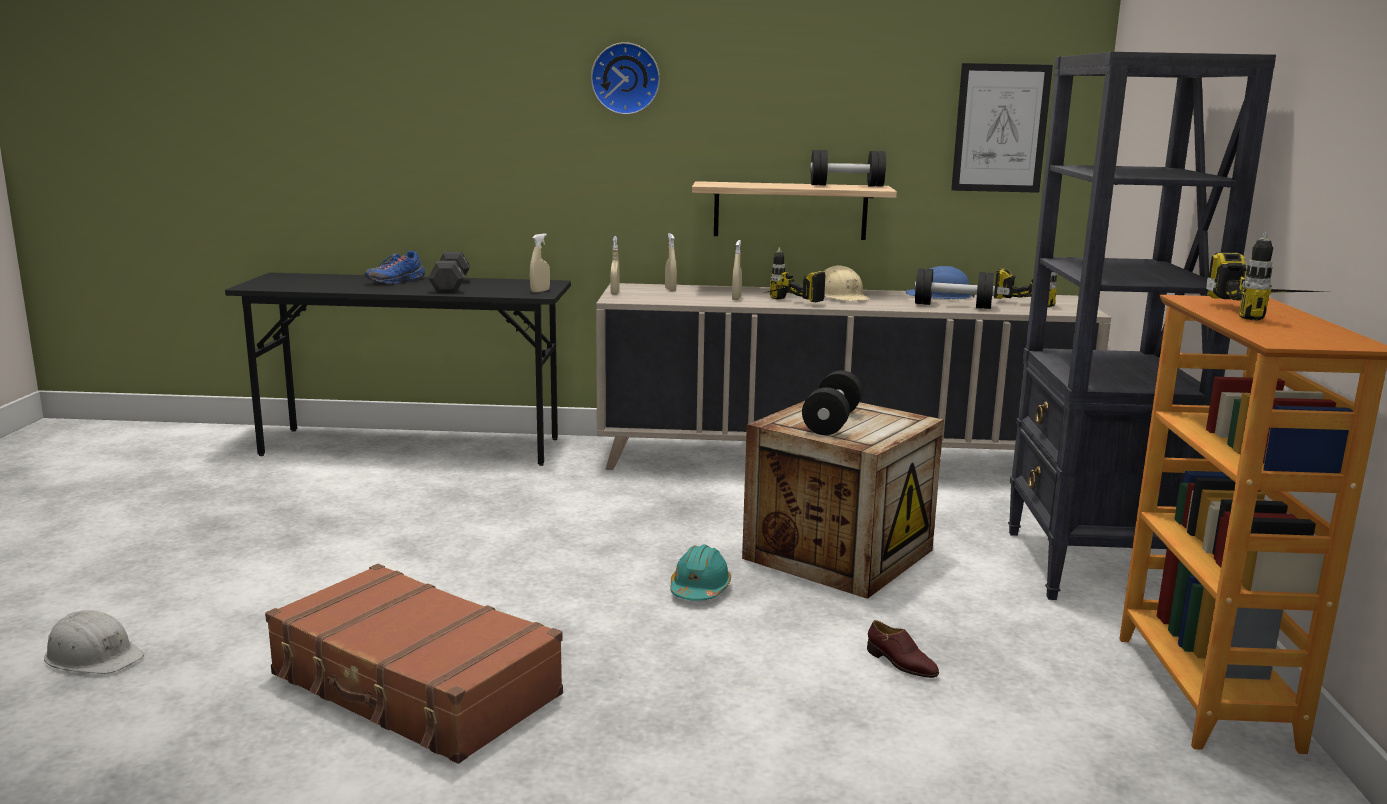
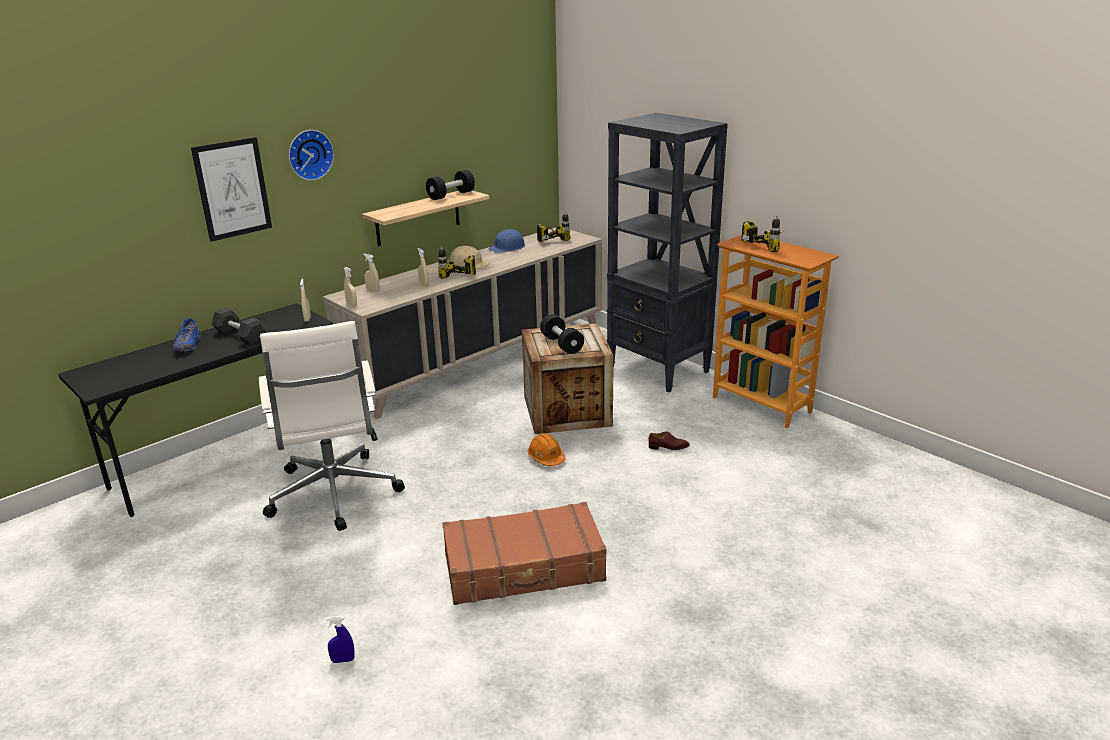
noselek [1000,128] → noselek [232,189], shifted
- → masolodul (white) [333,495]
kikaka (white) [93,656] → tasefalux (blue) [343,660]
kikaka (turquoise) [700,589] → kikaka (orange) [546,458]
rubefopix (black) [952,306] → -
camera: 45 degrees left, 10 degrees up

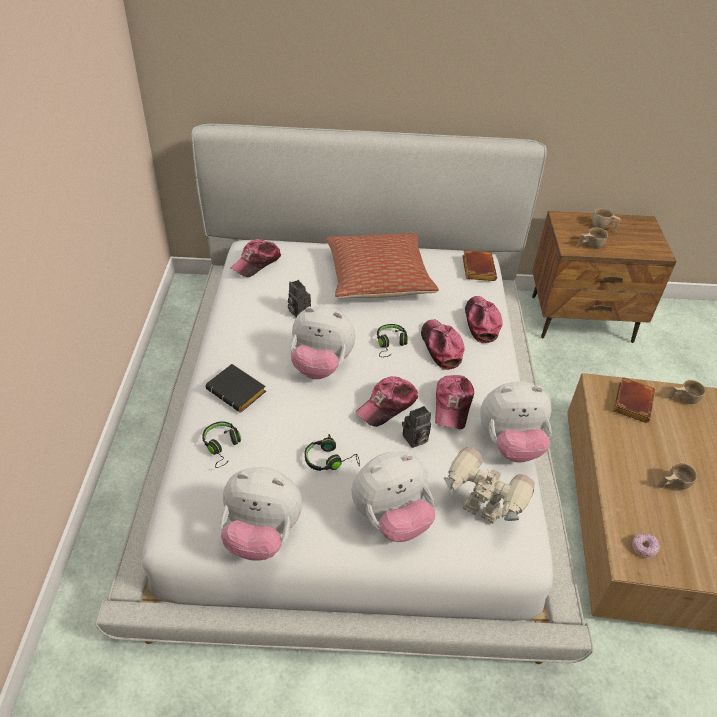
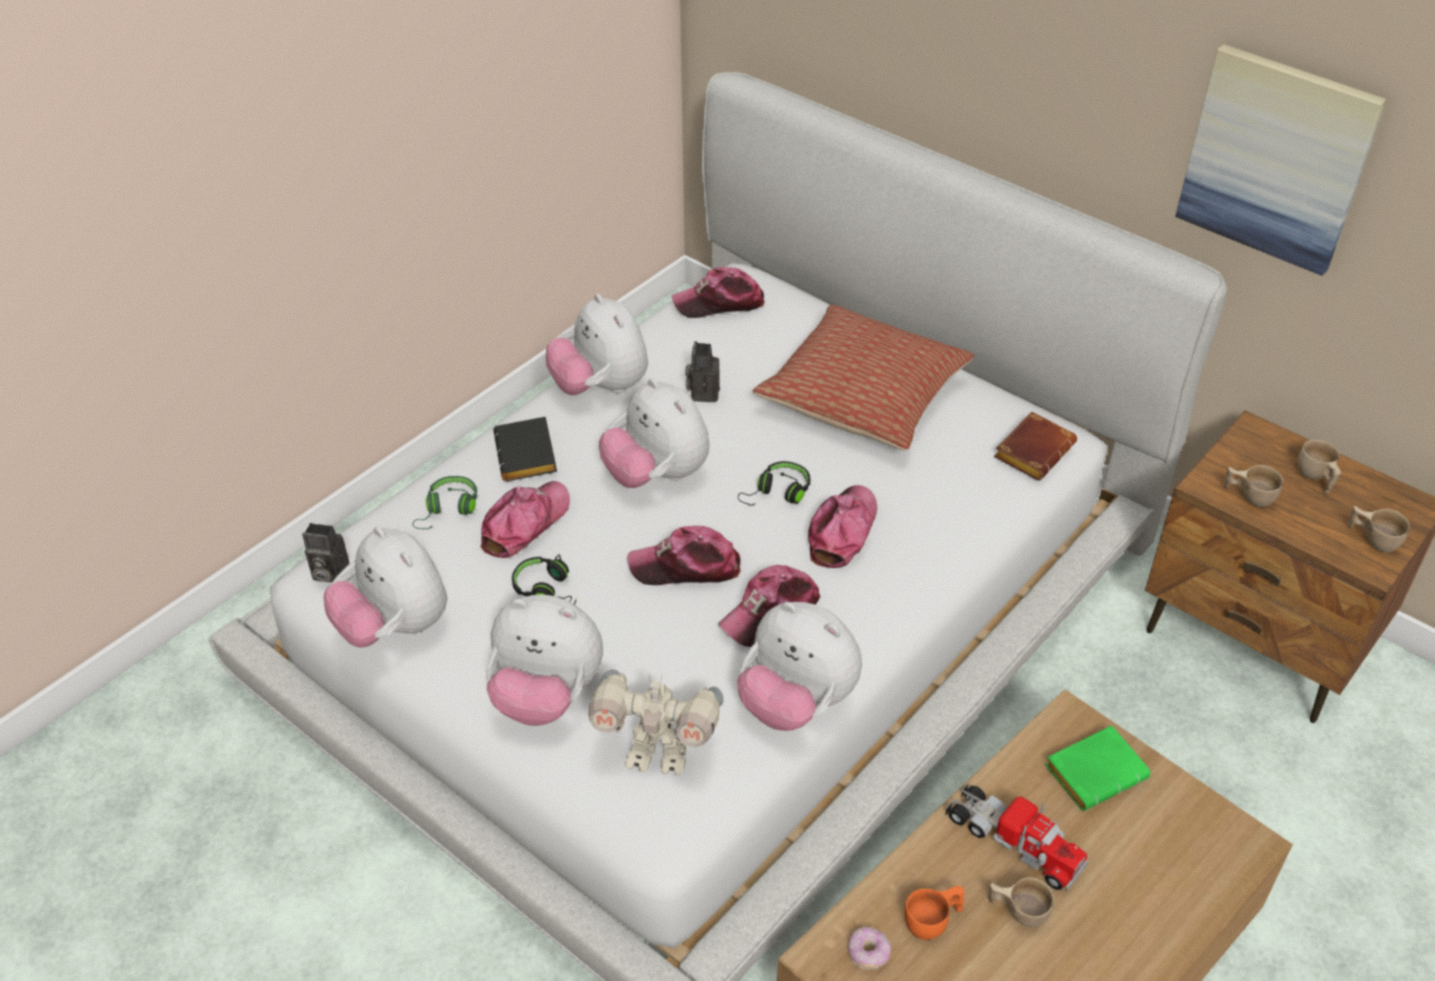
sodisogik [415,440] → sodisogik [328,573], shifted
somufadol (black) [222,447] → somufadol (green) [448,510]
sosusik [481,322] → sosusik [525,524], shifted
- → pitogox [600,387]
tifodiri [480,513] → tifodiri [657,755], 120 degrees clockwise
- → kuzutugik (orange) [933,922]
- → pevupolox [1013,842]
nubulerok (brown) [631,402] → nubulerok (green) [1096,771]
- → noselek [1276,159]
kuzutugik (beige) [683,399] → kuzutugik (beige) [1372,539], shifted
camera: 40 degrees right, 0 degrees up

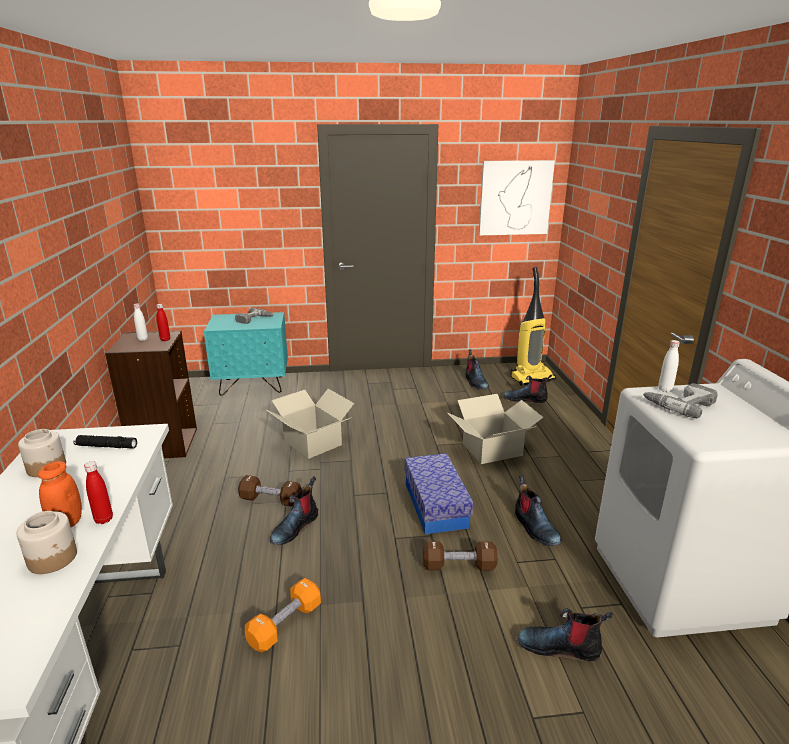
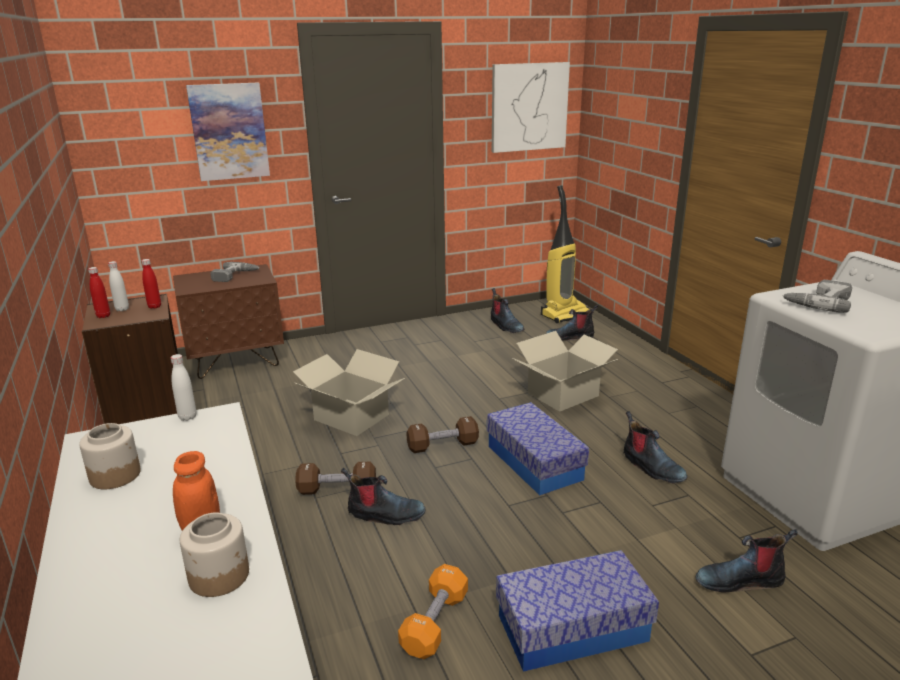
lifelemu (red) [104,519] → lifelemu (red) [103,316], shifted
lifelemu (white) [665,390] → lifelemu (white) [187,417], shifted
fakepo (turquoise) [253,386] → fakepo (brown) [236,362]
- → noselek [229,131]
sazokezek [295,527] → sazokezek [384,515], 105 degrees counterclockwise
rubefopix (brown) [459,566] → rubefopix (brown) [442,445], shifted
- → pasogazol [572,628]
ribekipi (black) [106,446] → -
camera: 15 degrees left, 0 degrees up

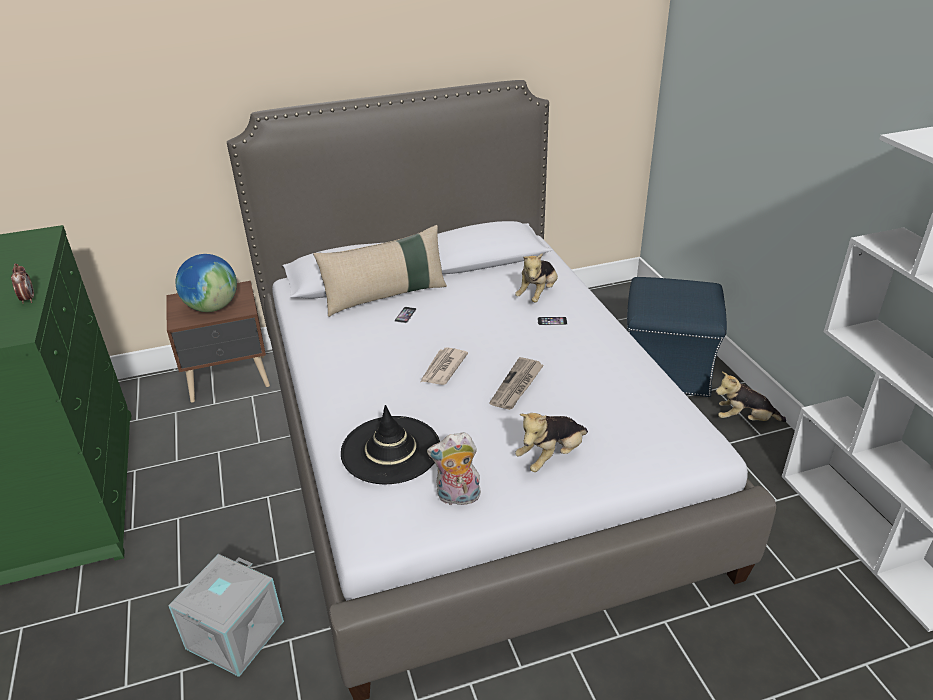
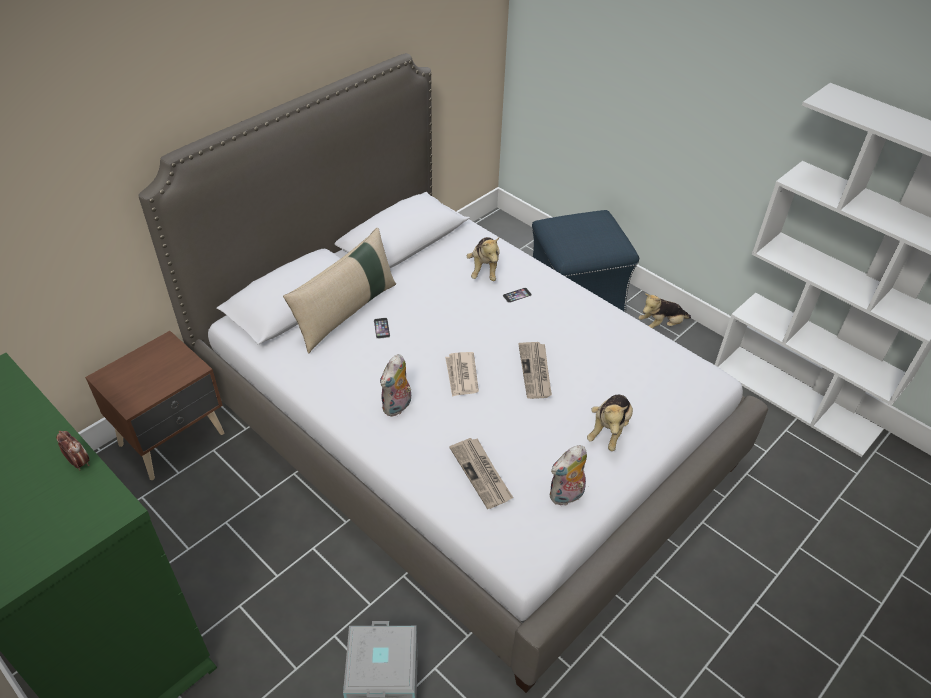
- → pitogox [397,407]
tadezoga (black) [391,450] → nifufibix [481,474]
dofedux [212,307] → -
camera: 30 degrees left, 10 degrees up

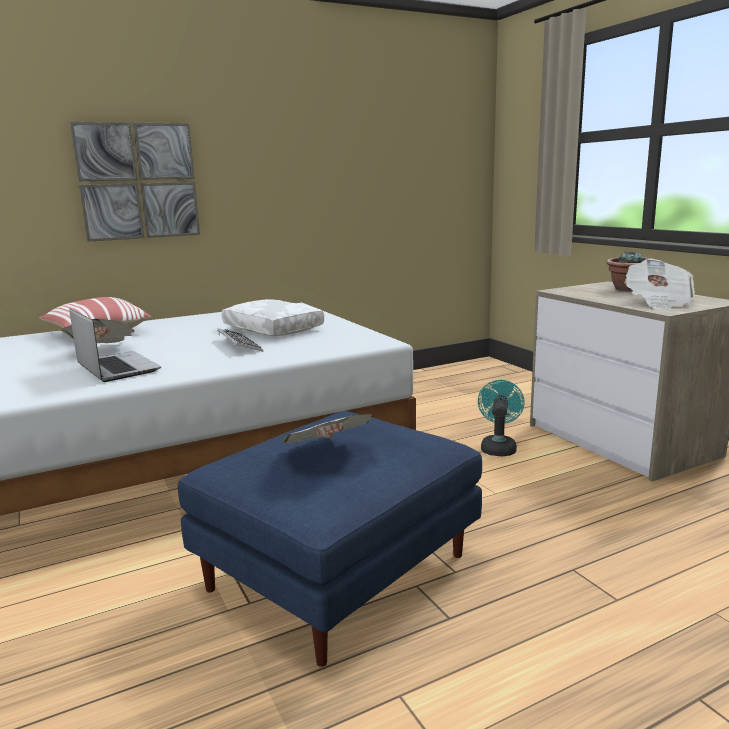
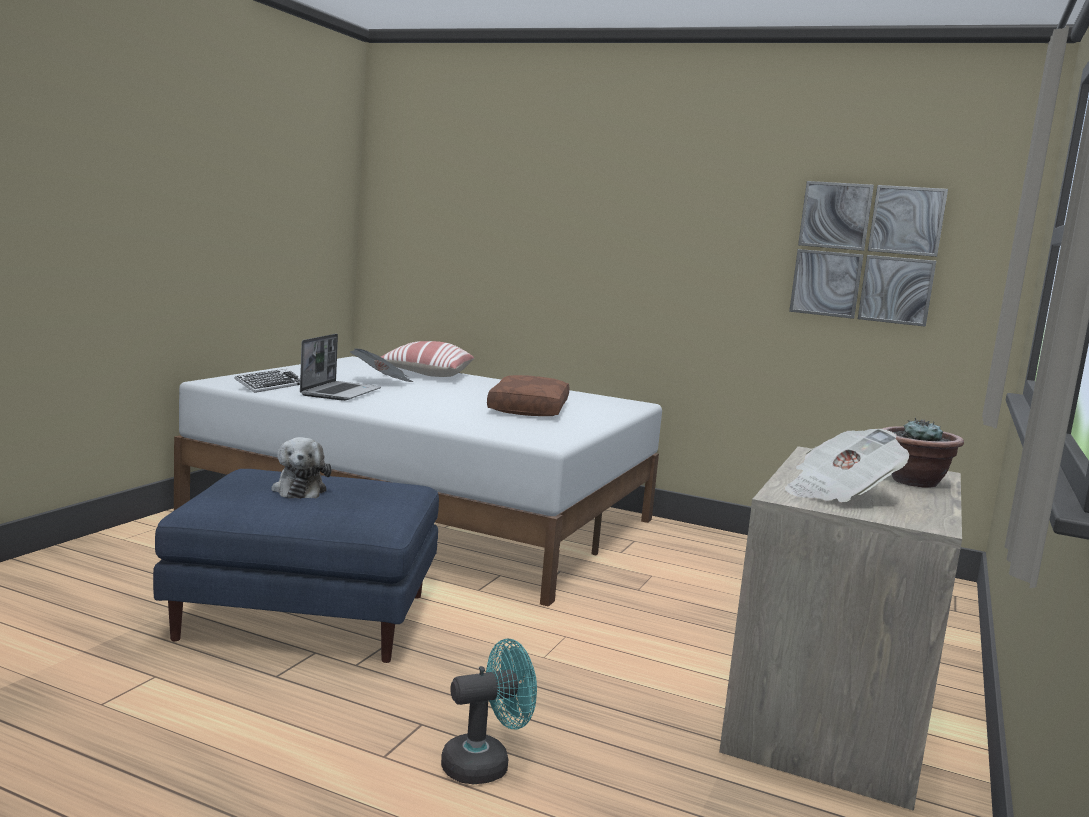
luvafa [239,345] → luvafa [270,386], shifted
nifufibix [327,453] → pitogox [300,489]
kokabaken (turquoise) [498,447] → kokabaken (turquoise) [485,764], shifted
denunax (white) [271,329] → denunax (brown) [527,408]
noselek [138,181] → noselek [865,252], shifted
camera: 50 degrees right, 5 degrees down

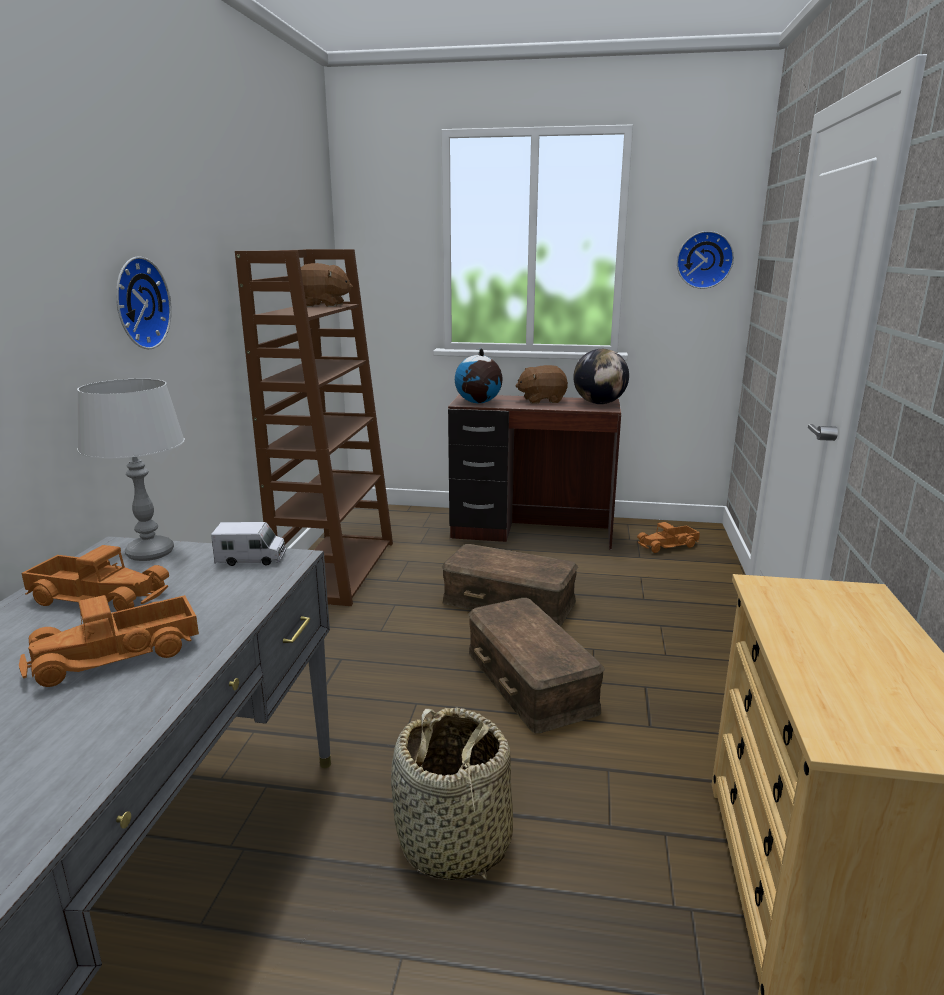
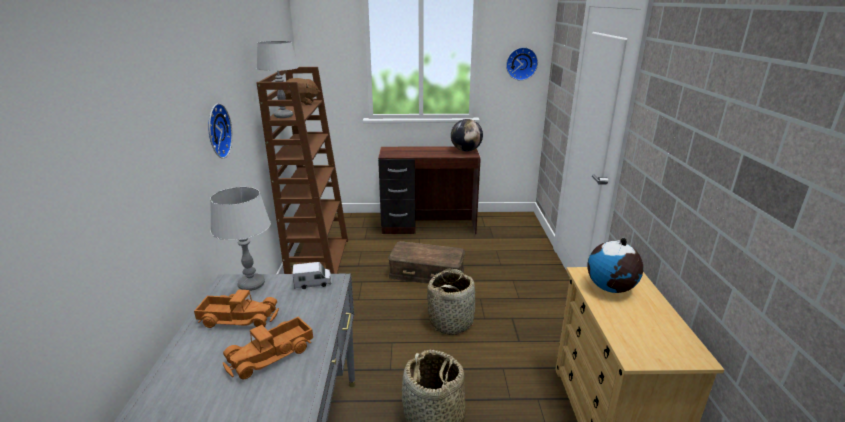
- → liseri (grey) [283,116]
pasogazol (brown) [531,680] → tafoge [451,321]
dofedux [478,402] → dofedux [611,288], shifted
pitogox (brown) [542,400] → -
pevupolox [668,545] → -
camera: 10 degrees left, 5 degrees up

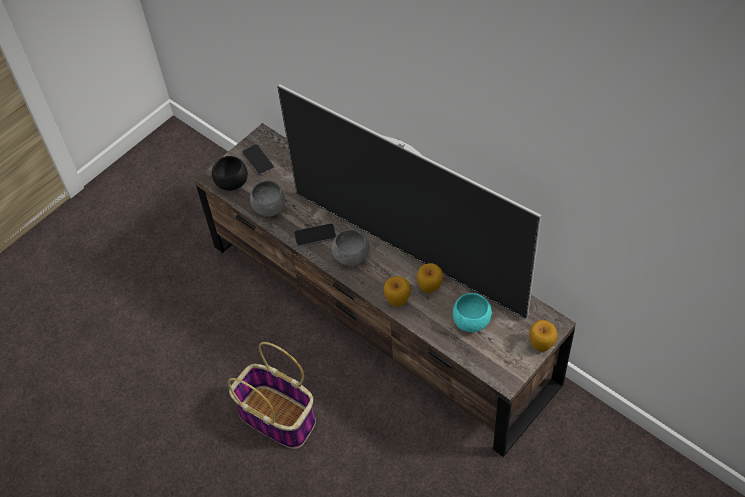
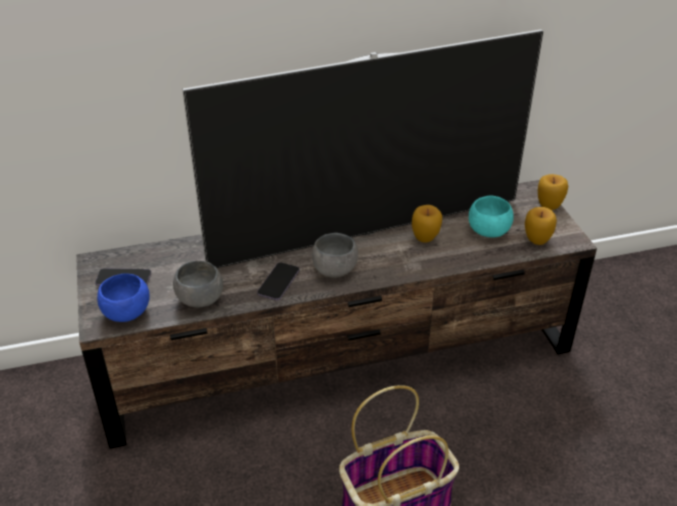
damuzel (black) [232,182] → damuzel (blue) [126,312]
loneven [397,300] → loneven [537,240], shifted
camera: 60 degrees left, 15 degrees down

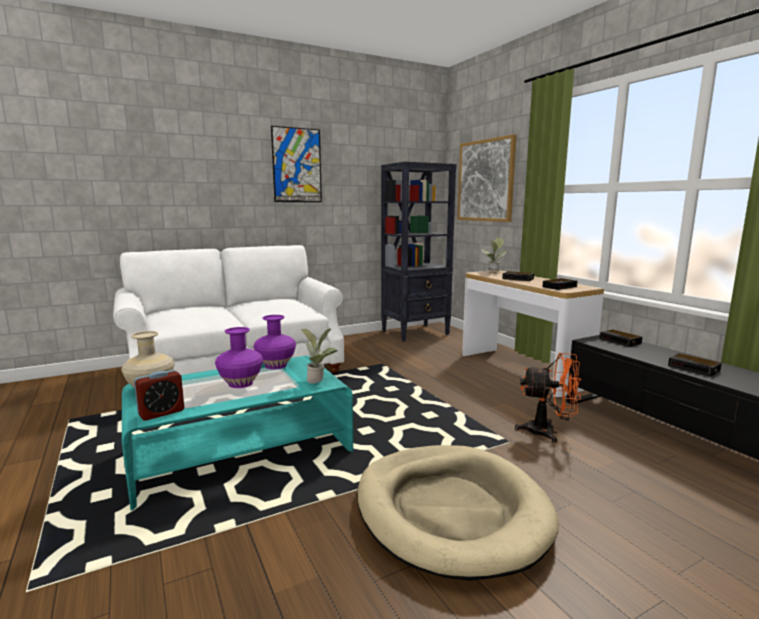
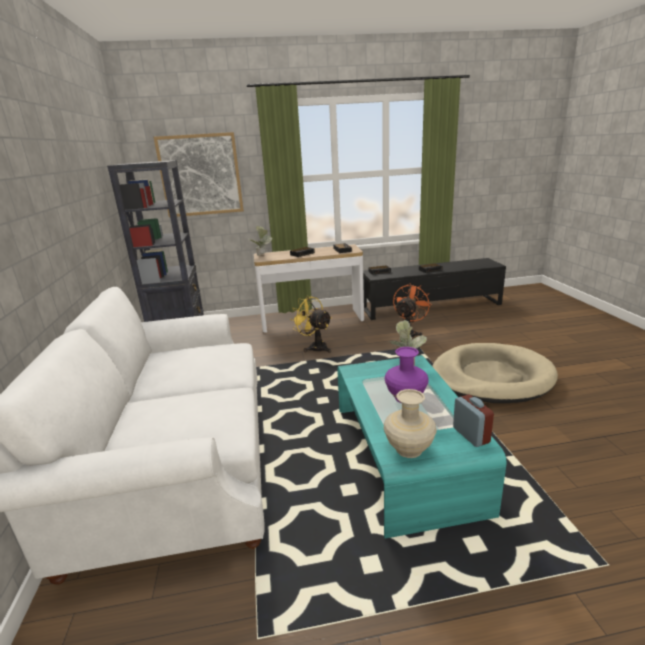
- → kokabaken (yellow) [314,347]
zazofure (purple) [275,365] → -
noselek [297,165] → -
camera: 70 degrees left, 10 degrees up

